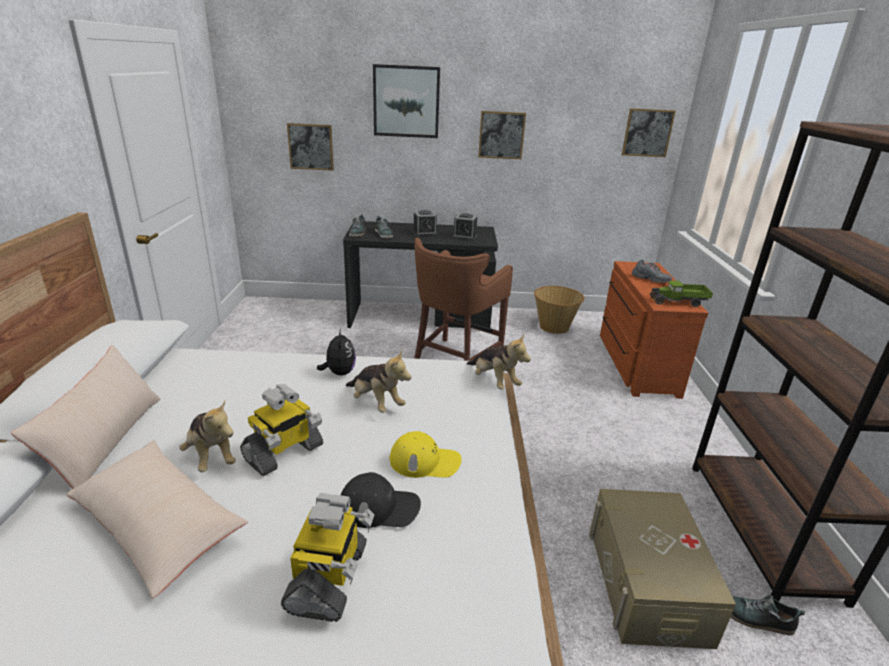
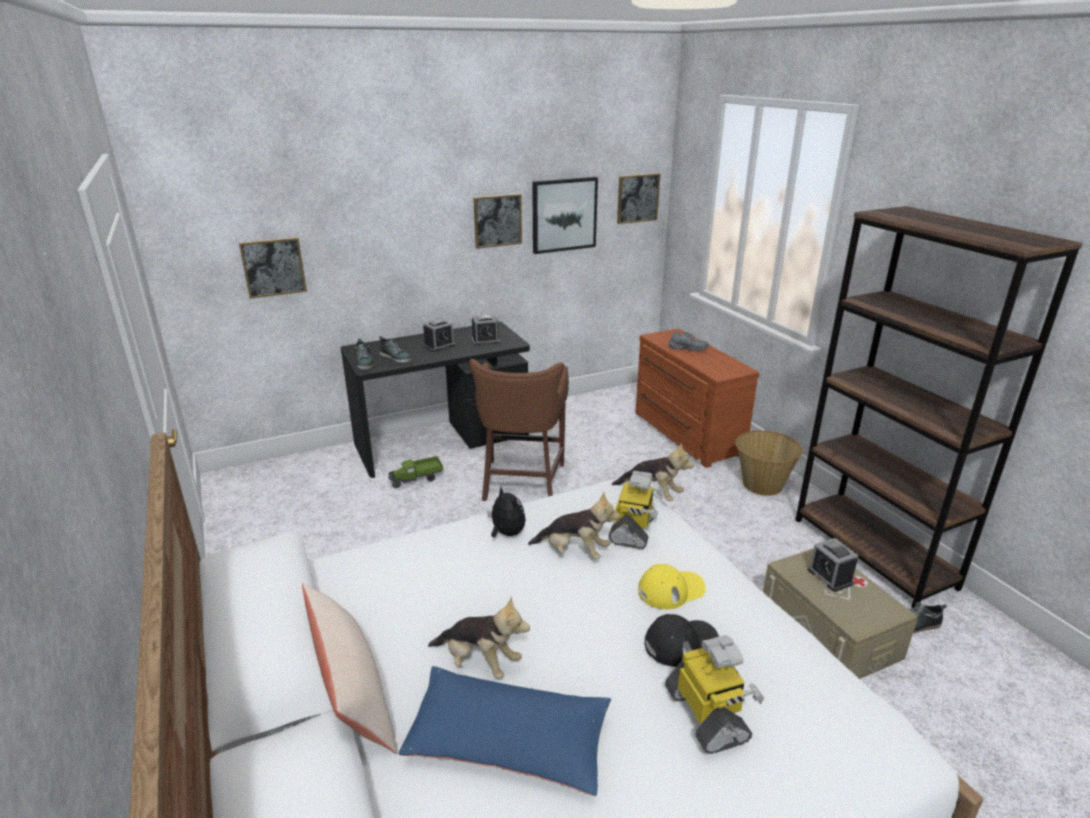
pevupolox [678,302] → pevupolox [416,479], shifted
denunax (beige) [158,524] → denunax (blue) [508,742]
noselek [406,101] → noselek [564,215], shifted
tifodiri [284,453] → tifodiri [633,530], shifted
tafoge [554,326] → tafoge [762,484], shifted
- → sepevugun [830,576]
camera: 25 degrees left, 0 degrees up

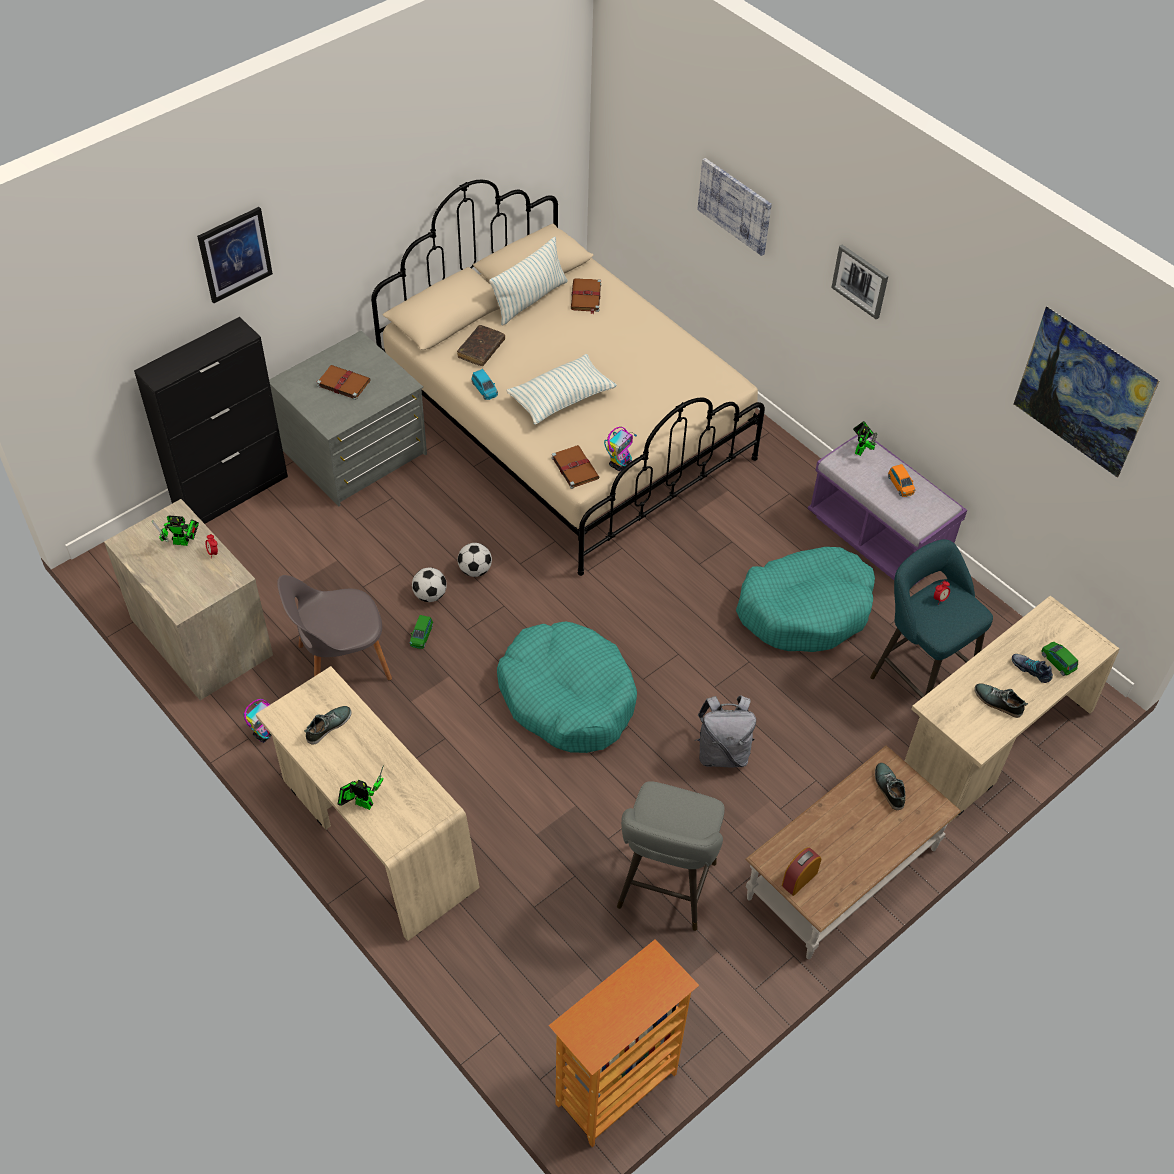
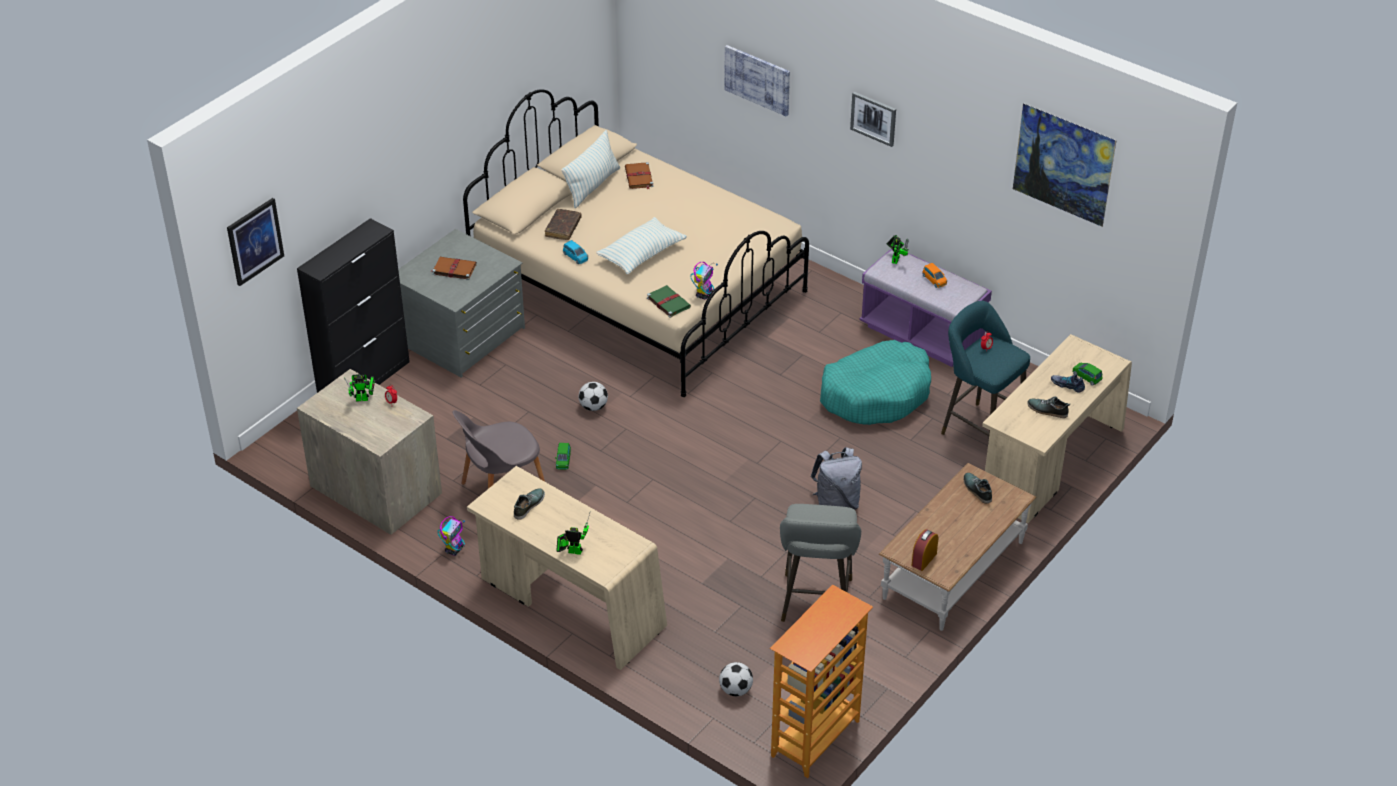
noselek [235,254] → noselek [255,241], shifted
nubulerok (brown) [574,467] → nubulerok (green) [668,302]
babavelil [430,595] → babavelil [736,690], shifted
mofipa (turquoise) [567,697] → -
camera: 10 degrees left, 10 degrees down

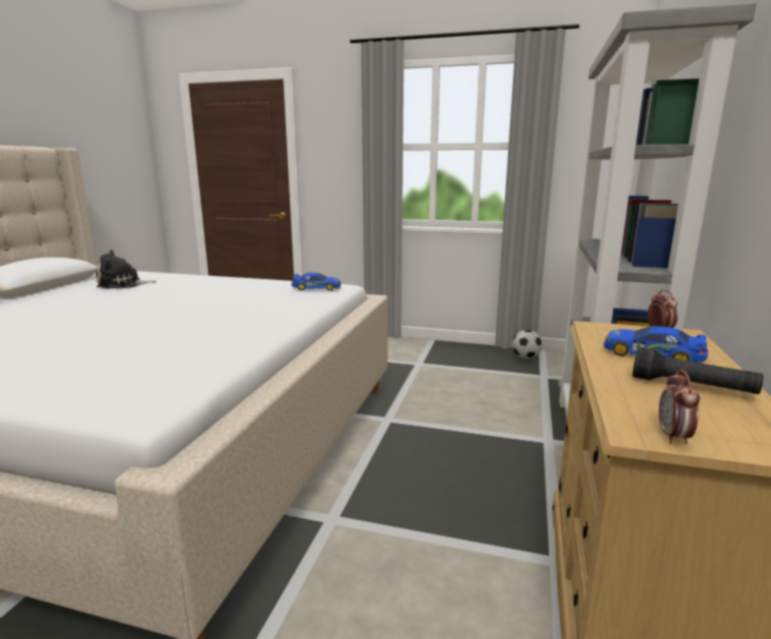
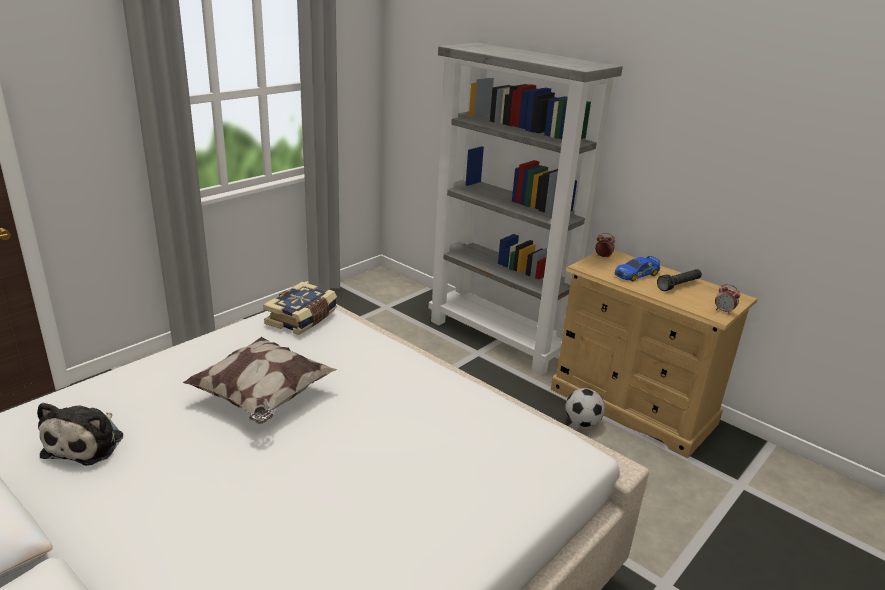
- → denunax [263,398]
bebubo [316,288] → nubulerok [302,318]
babavelil [526,357] → babavelil [582,423], shifted
camera: 65 degrees left, 10 degrees up

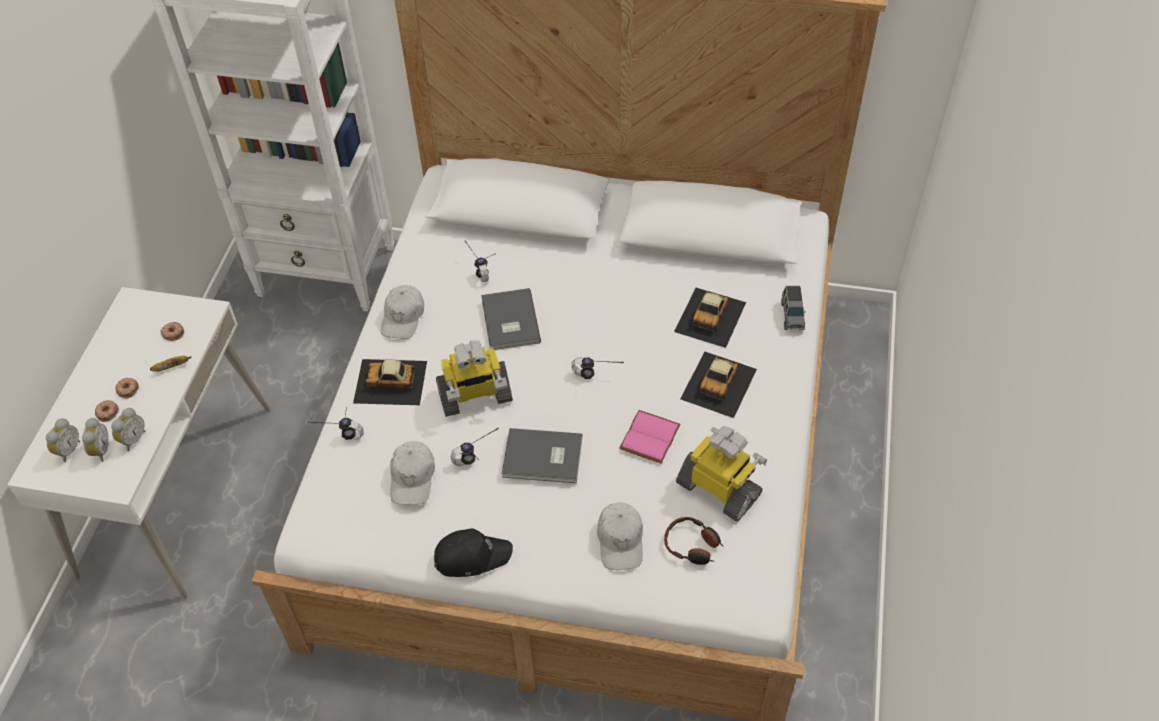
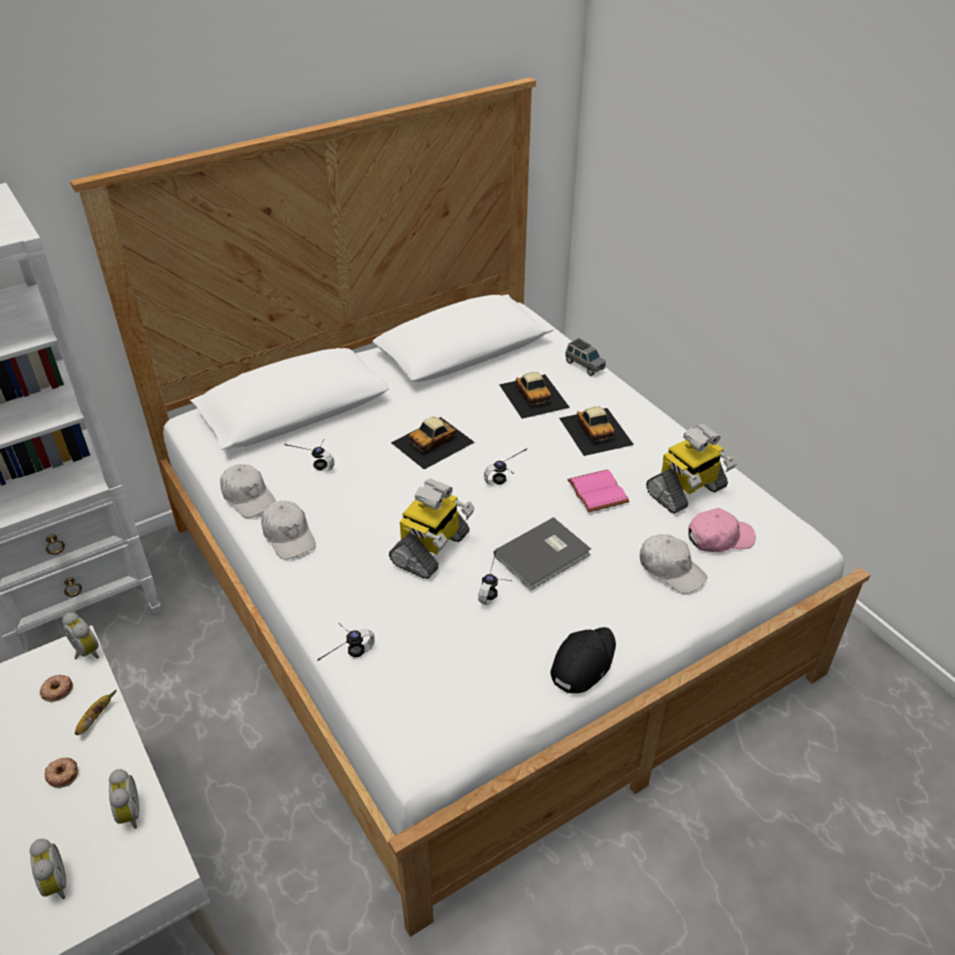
sepevugun [100,451] → sepevugun [85,653], shifted
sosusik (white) [413,478] → sosusik (white) [248,497], shifted
bebubo [391,382] → bebubo [433,442], shifted
tifodiri [720,489] → tifodiri [686,491], 150 degrees clockwise
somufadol [692,546] → sosusik (pink) [719,538]
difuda [107,412] → -
nubulerok (grey) [509,322] → -
camera: 45 degrees left, 10 degrees down

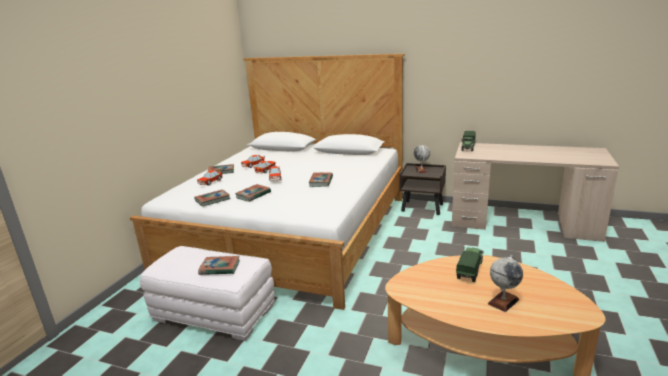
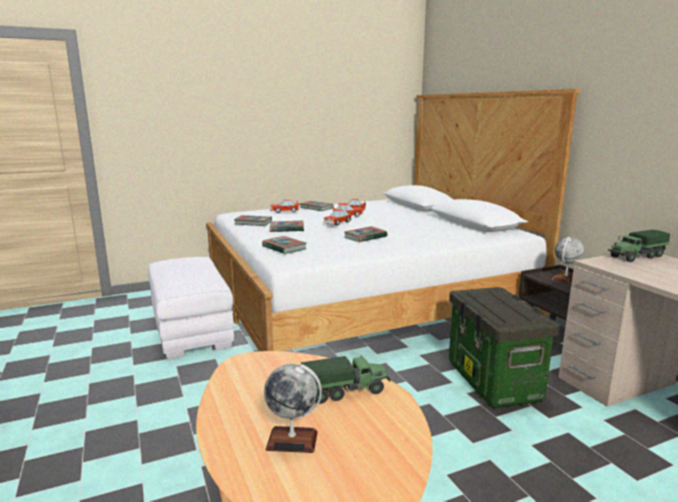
nubulerok [220,268] → nubulerok [284,248], shifted
- → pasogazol [494,382]
camera: 45 degrees right, 5 degrees down

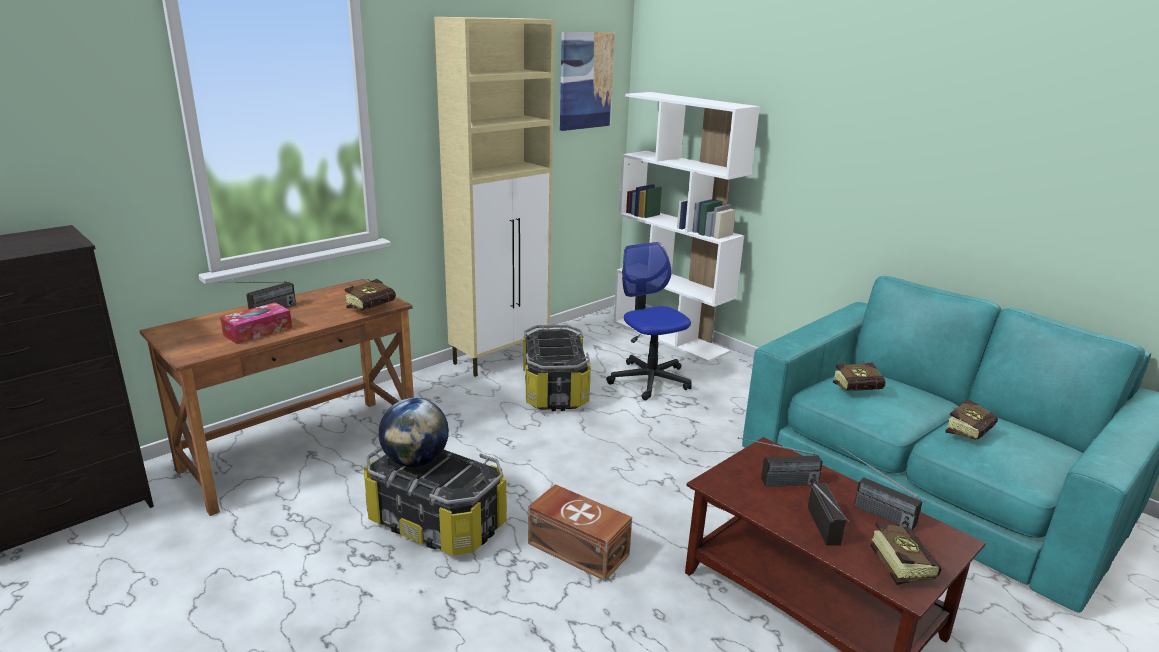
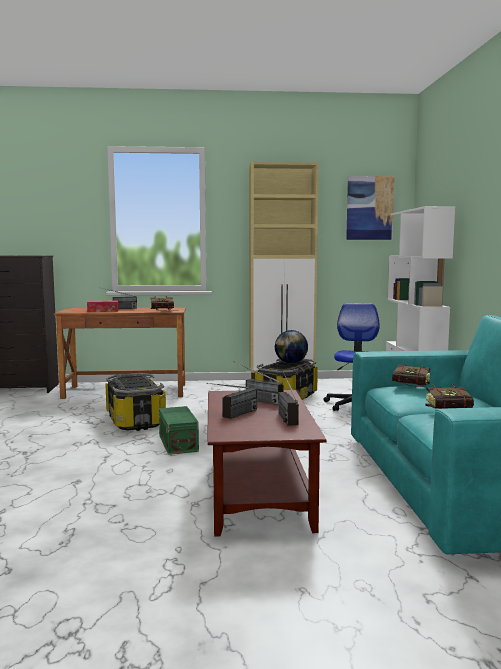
pasogazol (brown) [578,547] → pasogazol (green) [179,443]
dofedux [416,461] → dofedux [291,363], shifted
nubulerok [897,563] → -
camera: 40 degrees right, 15 degrees down

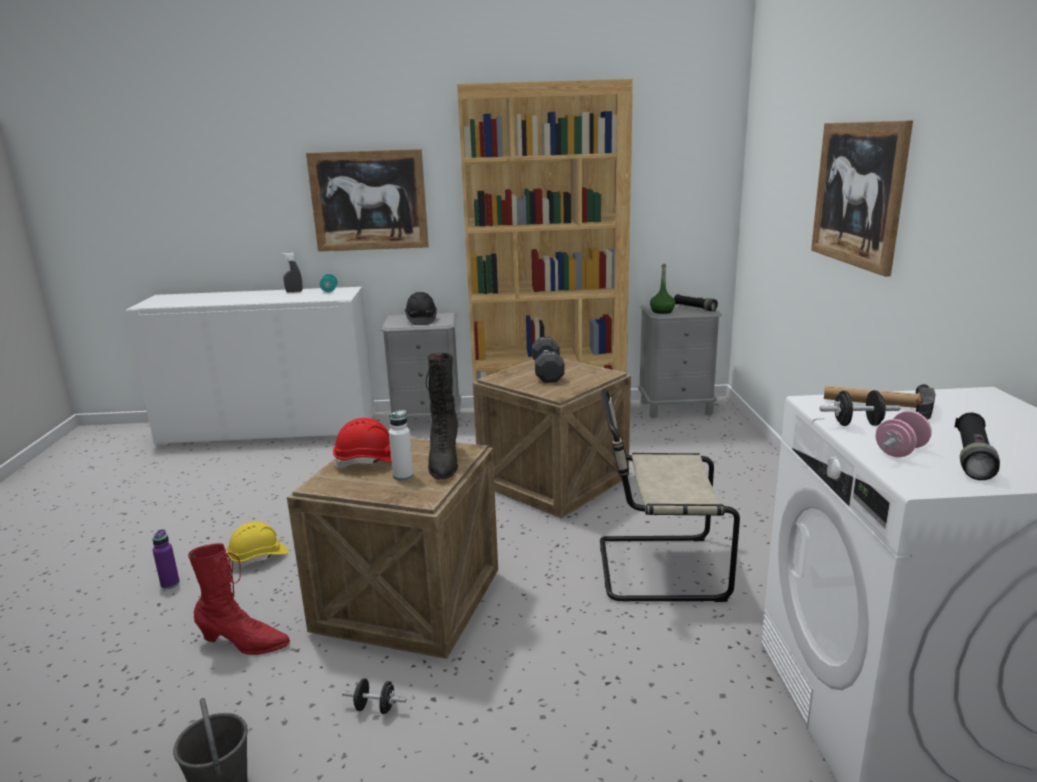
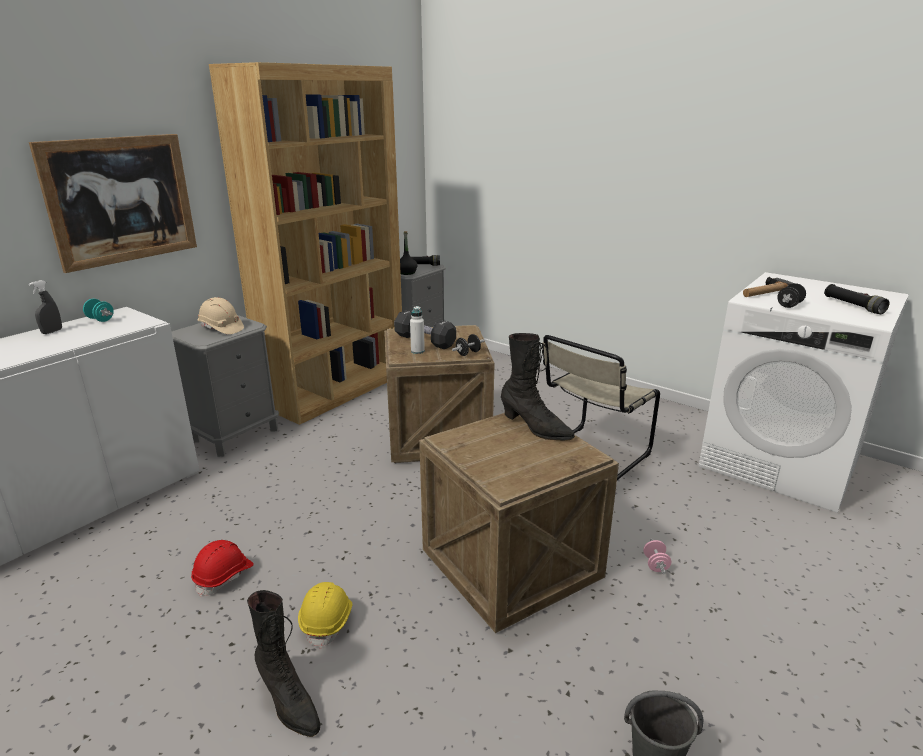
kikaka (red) [369,462] → kikaka (red) [224,576], shifted
kikaka (black) [421,320] → kikaka (beige) [221,328]
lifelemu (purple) [170,584] → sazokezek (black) [288,702]
lifelemu (green) [662,311] → lifelemu (black) [407,273]
lifelemu (white) [403,476] → lifelemu (white) [417,351], shifted
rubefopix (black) [375,708] → rubefopix (black) [468,353], shifted
rubefopix (pink) [900,451] → rubefopix (pink) [655,565], shifted
sazokezek (red) [244,644] → -
noselek [858,194] → -
camera: 50 degrees left, 5 degrees up

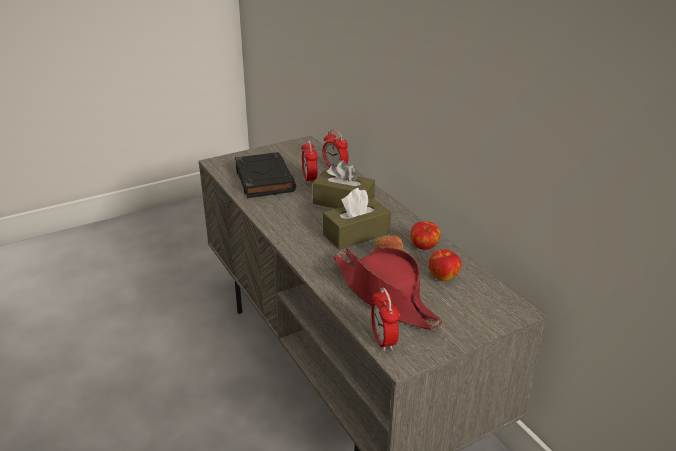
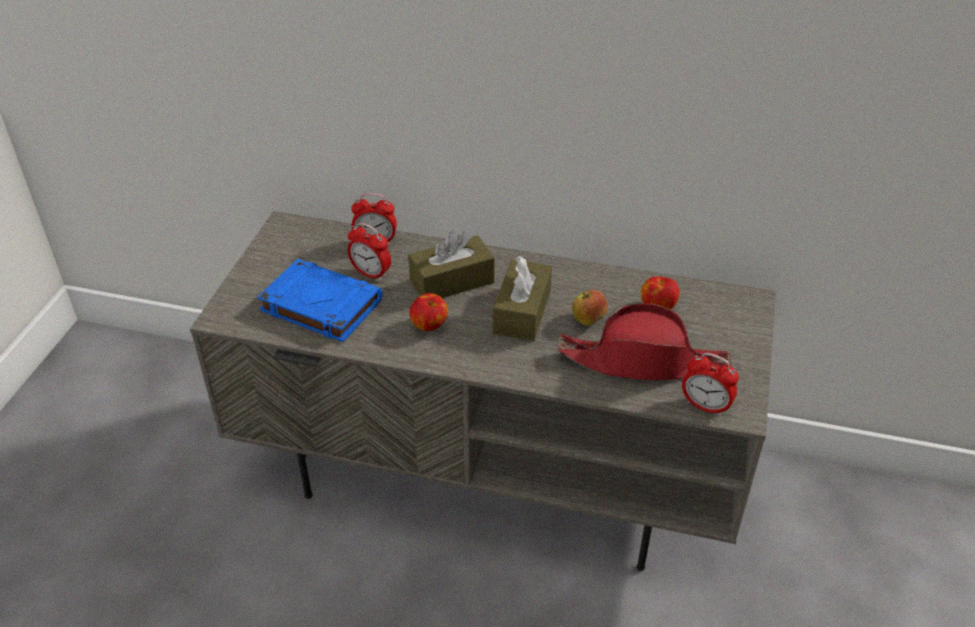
nubulerok (black) [264,179] → nubulerok (blue) [320,305]
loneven [424,247] → loneven [429,326], shifted
camera: 45 degrees left, 10 degrees up

